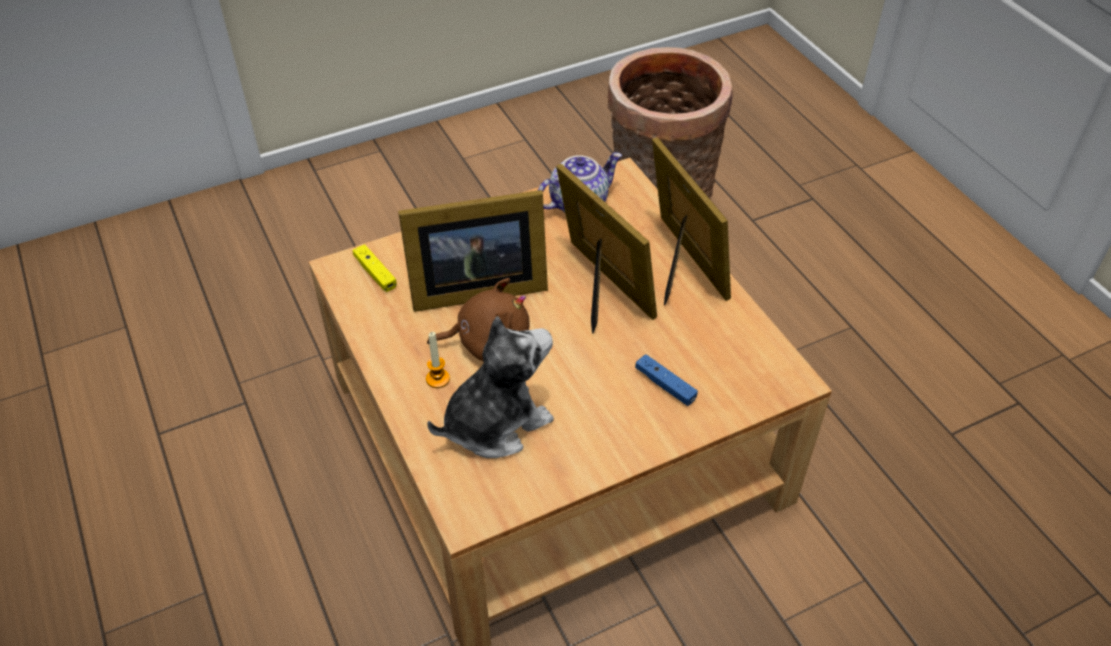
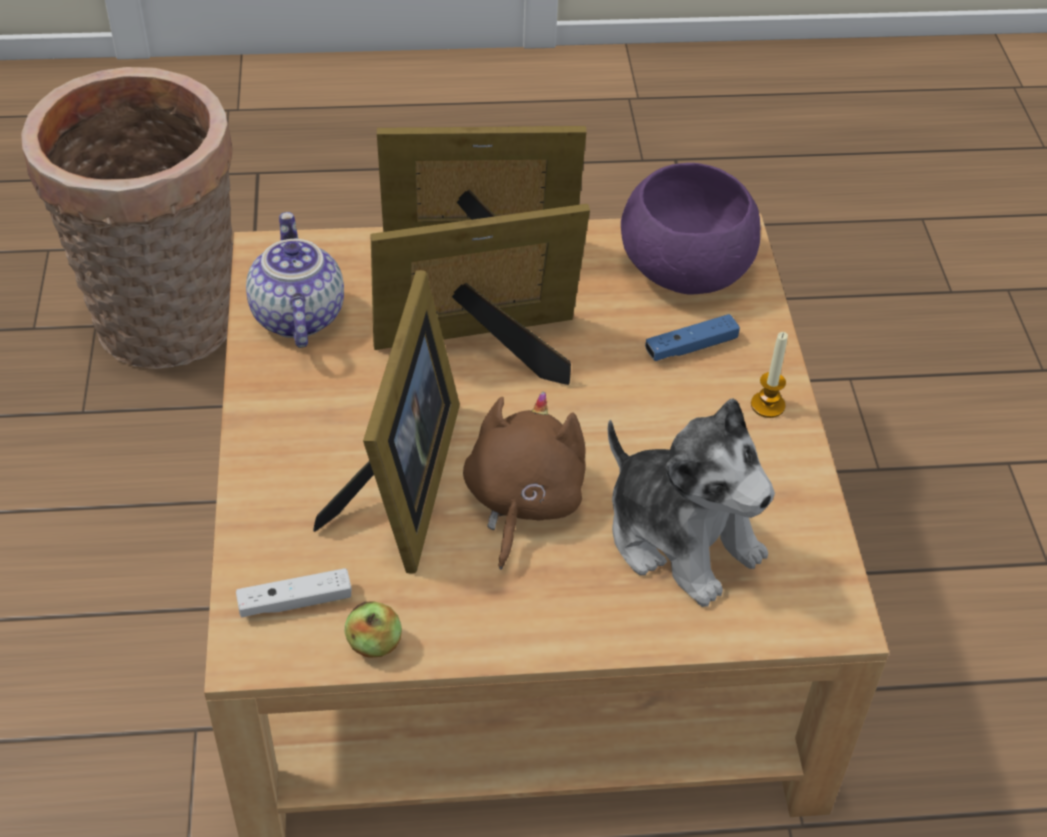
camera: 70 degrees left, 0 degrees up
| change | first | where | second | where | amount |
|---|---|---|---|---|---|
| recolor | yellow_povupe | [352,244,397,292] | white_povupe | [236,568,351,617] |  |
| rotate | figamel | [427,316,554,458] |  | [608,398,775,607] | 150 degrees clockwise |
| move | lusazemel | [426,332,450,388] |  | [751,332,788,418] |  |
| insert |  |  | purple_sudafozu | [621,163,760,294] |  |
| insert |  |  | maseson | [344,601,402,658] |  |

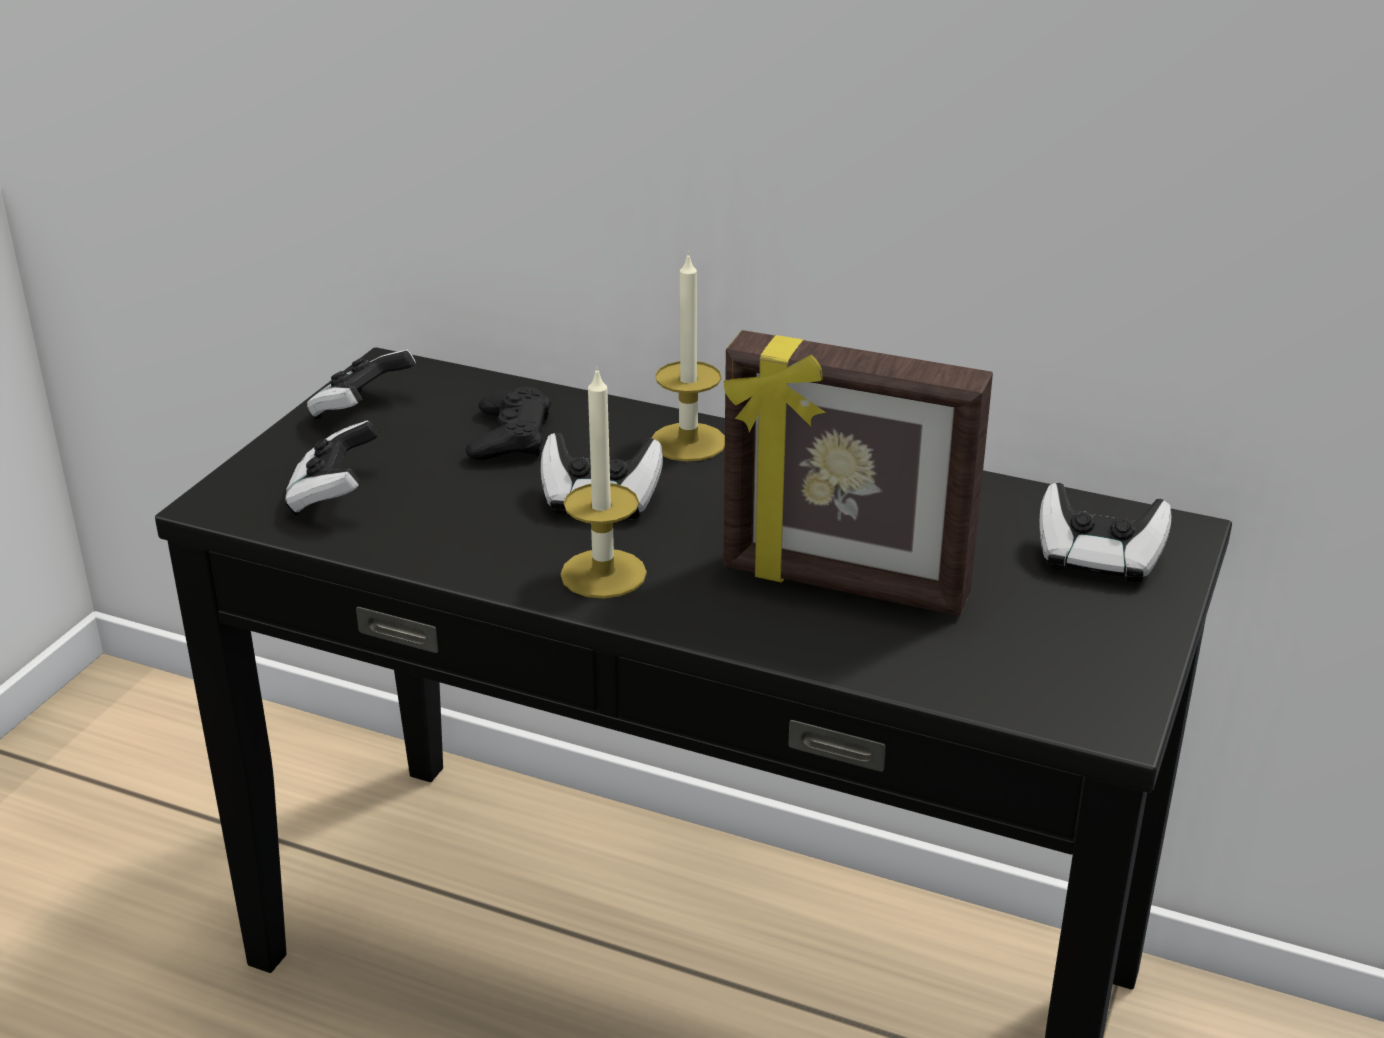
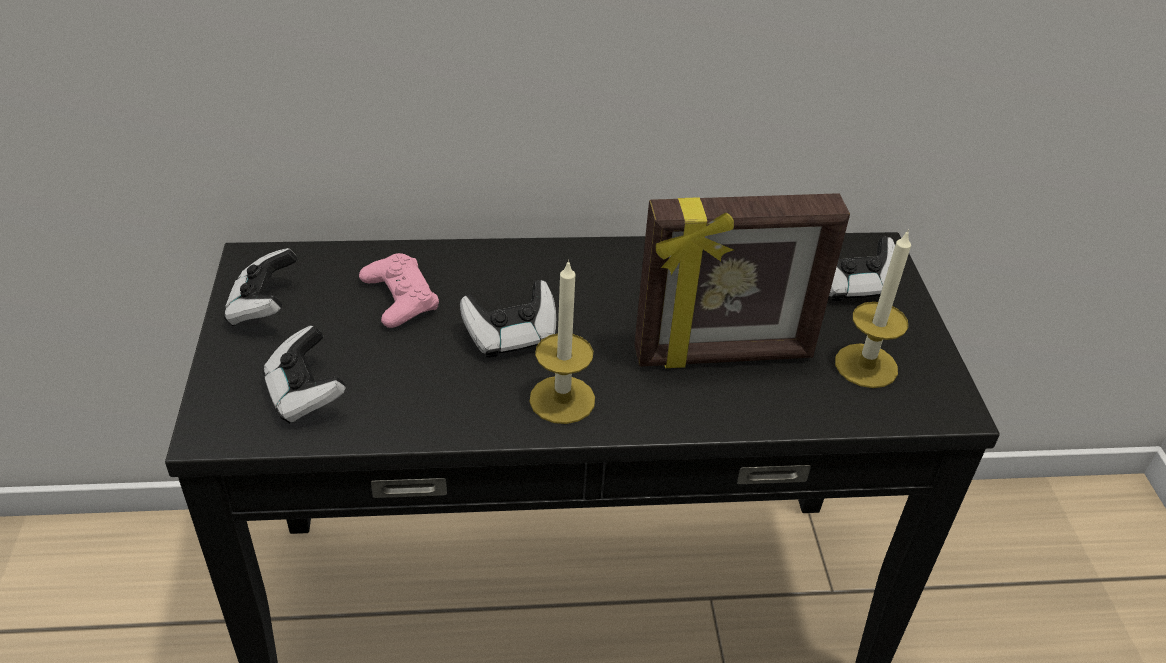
camera: 30 degrees left, 10 degrees up
| change | first | where | second | where | amount |
|---|---|---|---|---|---|
| move | lusazemel | [652,252,725,462] |  | [835,229,911,388] |  |
| recolor | black_povupe | [466,387,551,460] | pink_povupe | [359,253,439,328] |  |

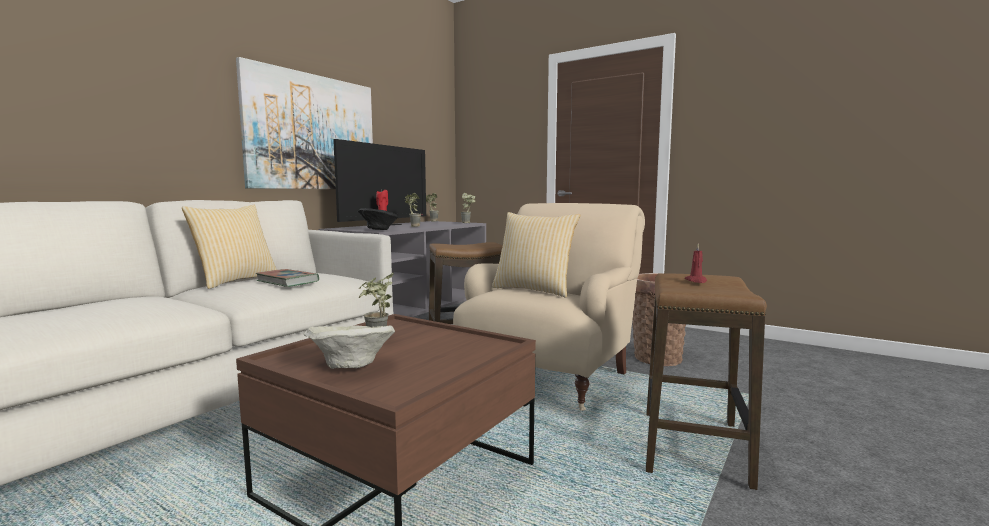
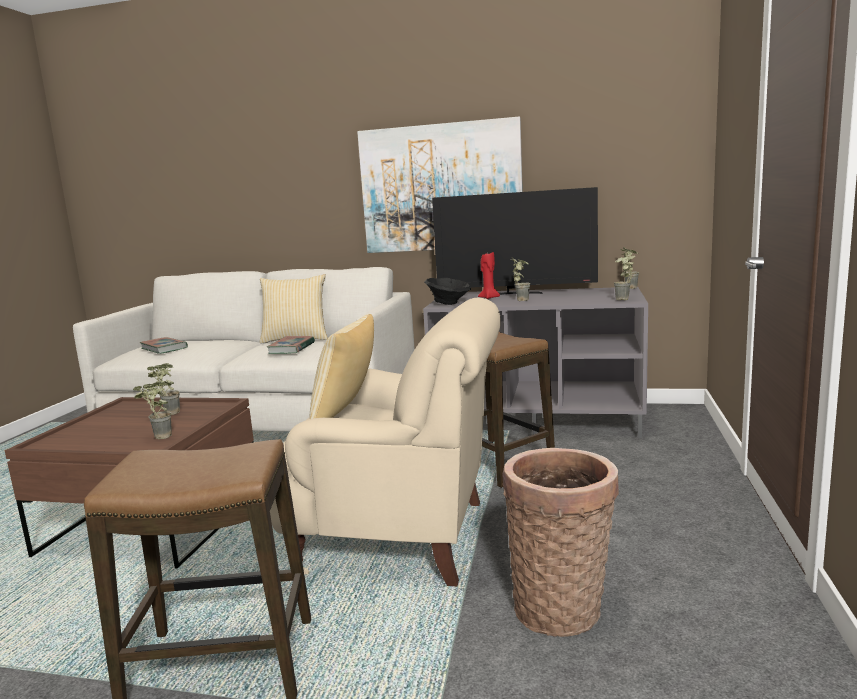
camera: 70 degrees right, 5 degrees up
| change | first | where | second | where | amount |
|---|---|---|---|---|---|
| delete | red_lusazemel | [685,243,707,283] |  |  |  |
| delete | beige_sudafozu | [304,326,395,369] |  |  |  |
| insert |  |  | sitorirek | [139,337,188,354] |  |
| insert |  |  | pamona | [133,381,172,439] |  |

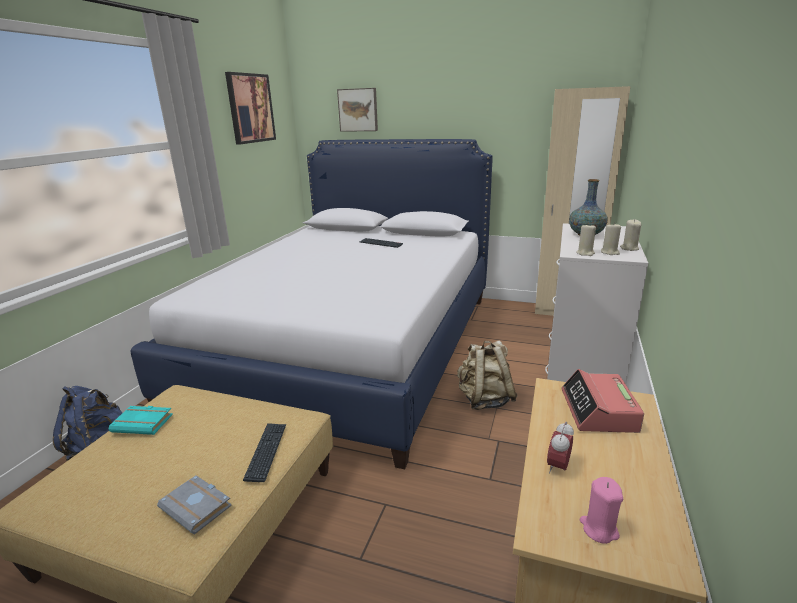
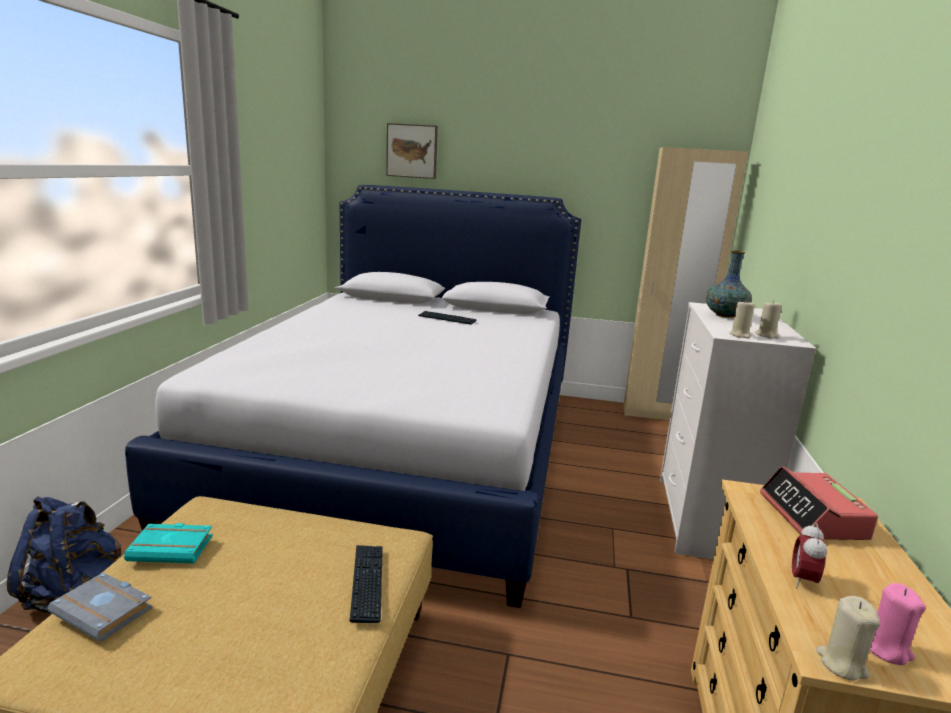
camera: 10 degrees left, 5 degrees down
| change | first | where | second | where | amount |
|---|---|---|---|---|---|
| delete | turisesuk | [225,72,276,145] |  |  |  |
| move | beige_lusazemel | [620,219,642,251] |  | [816,596,880,681] |  |
| delete | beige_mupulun | [457,340,518,410] |  |  |  |
| move | grey_sitorirek | [157,475,232,534] |  | [47,572,153,642] |  |

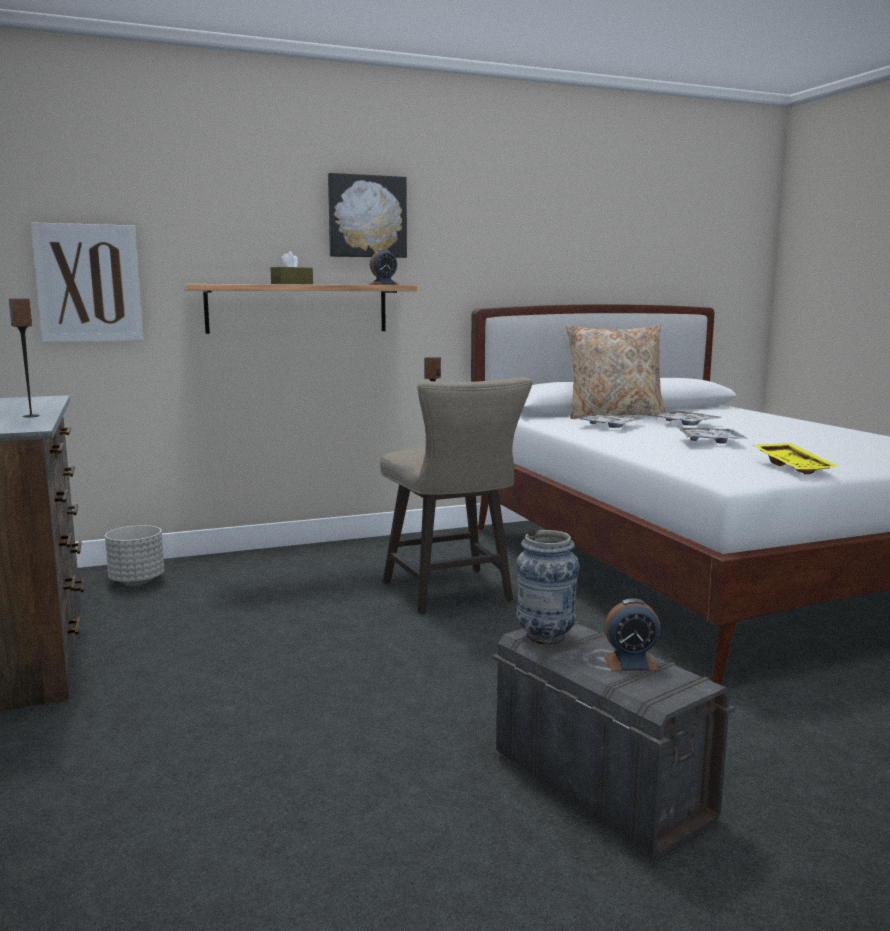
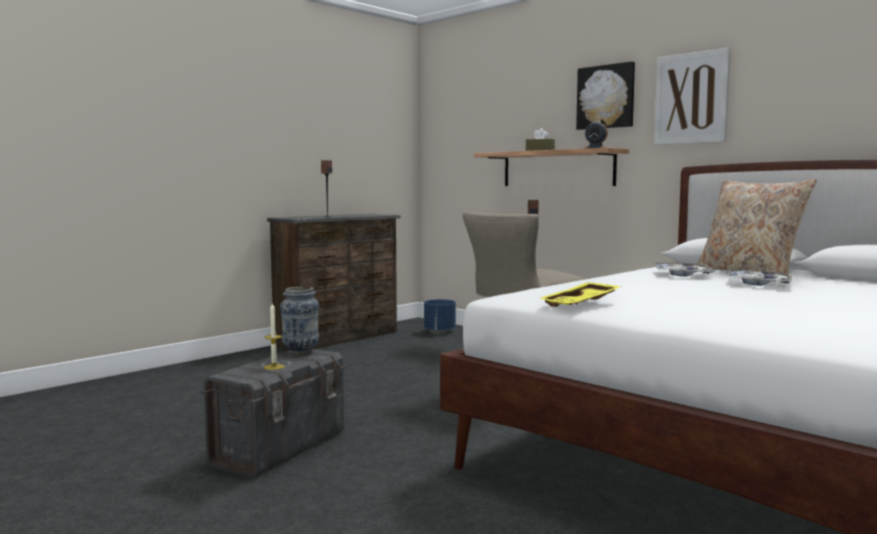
camera: 65 degrees right, 5 degrees down
| change | first | where | second | where | amount |
|---|---|---|---|---|---|
| move | turisesuk | [31,222,143,342] |  | [654,48,730,145] |  |
| delete | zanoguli | [677,427,748,444] |  |  |  |
| recolor | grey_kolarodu | [105,525,164,585] | blue_kolarodu | [424,299,456,333] |  |
| replace | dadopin | [603,598,660,671] | lusazemel | [264,303,284,370] |  |

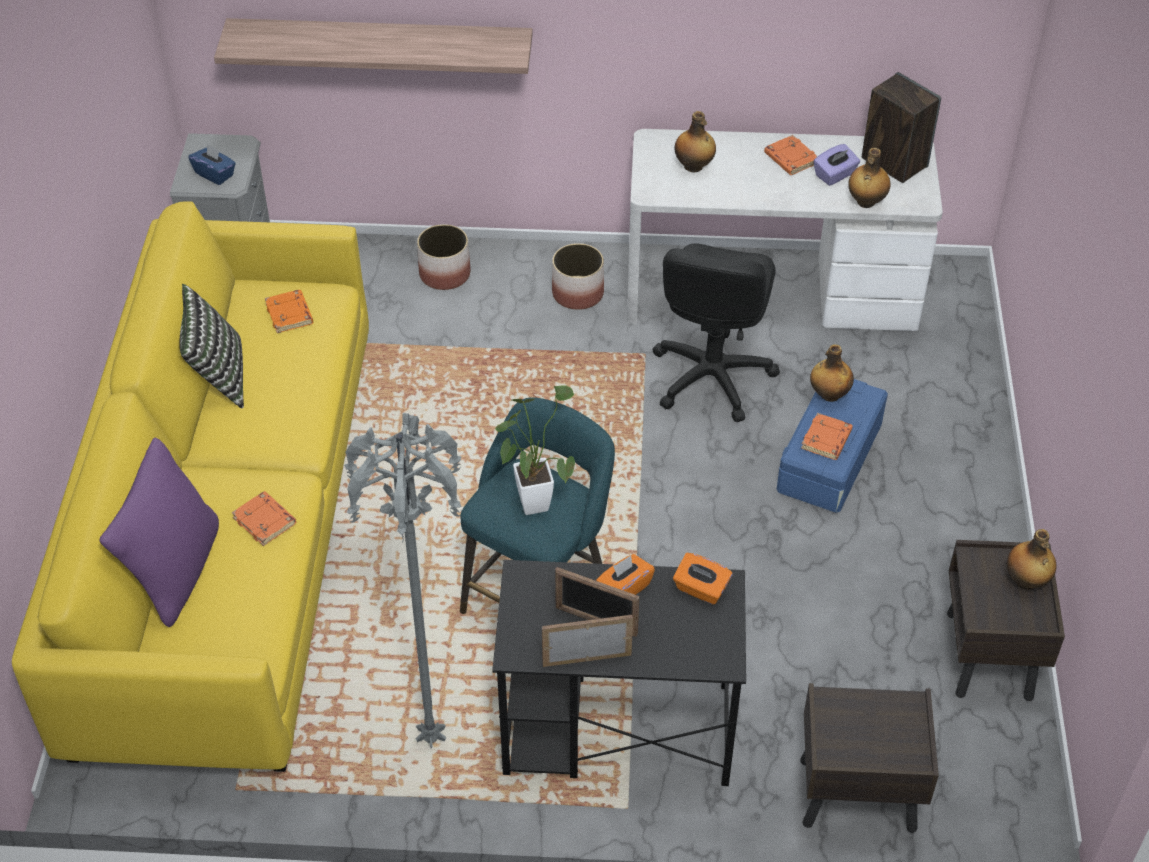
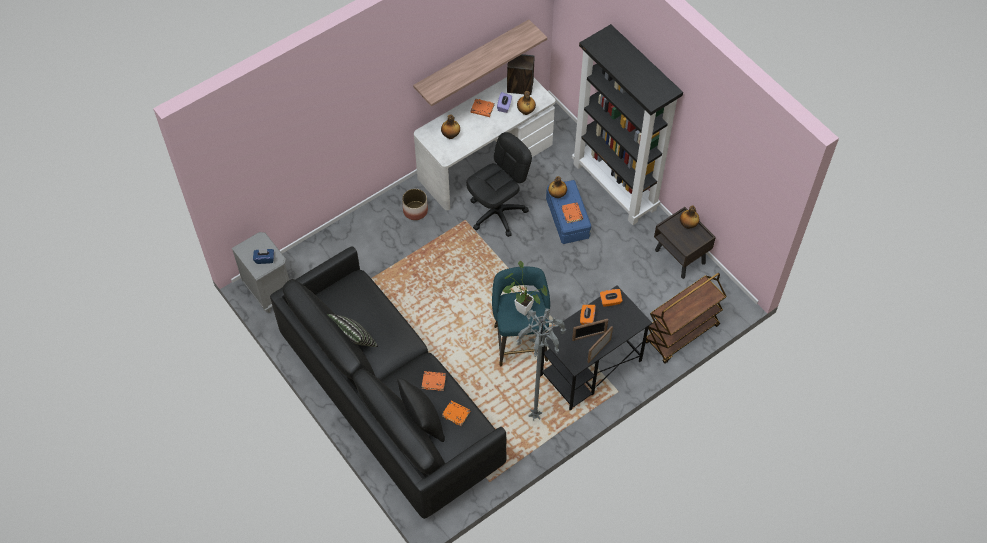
camera: 40 degrees left, 10 degrees up
| change | first | where | second | where | amount |
|---|---|---|---|---|---|
| move | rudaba | [214,18,533,74] |  | [413,19,547,106] |  |
| recolor | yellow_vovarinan | [12,201,369,772] | black_vovarinan | [270,246,507,519] |  |
| delete | kolarodu | [417,224,470,290] |  |  |  |
| rotate | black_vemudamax | [652,243,780,422] |  | [466,132,532,237] | 105 degrees counterclockwise |
| move | orange_sitorirek | [265,290,313,333] |  | [442,400,471,426] |  |
| recolor | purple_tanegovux | [100,438,219,627] | black_tanegovux | [397,378,445,442] |  |
| replace | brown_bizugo | [800,683,939,833] | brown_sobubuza | [646,273,727,364] |  |
| insert |  |  | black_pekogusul | [572,24,683,225] |  |

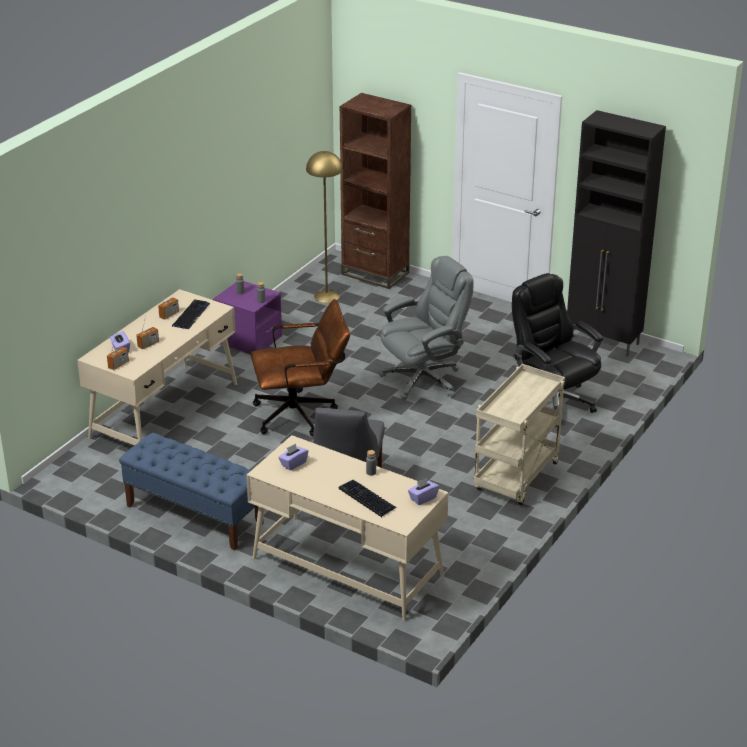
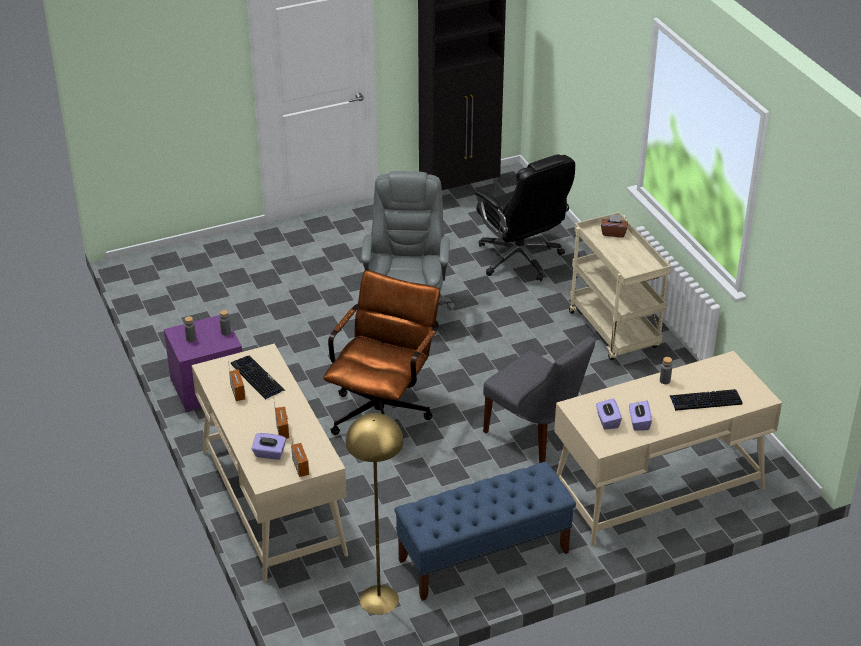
camera: 55 degrees left, 5 degrees up
| change | first | where | second | where | amount |
|---|---|---|---|---|---|
| delete | brown_pekogusul | [340,93,412,289] |  |  |  |
| move | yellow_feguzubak | [306,151,343,303] |  | [345,413,404,615] |  |
| rotate | black_vemudamax | [512,273,603,427] |  | [475,154,575,281] | 120 degrees counterclockwise |
| move | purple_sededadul | [408,478,439,505] |  | [629,400,652,431] |  |
| insert |  |  | brown_sededadul | [601,214,628,238] |  |

